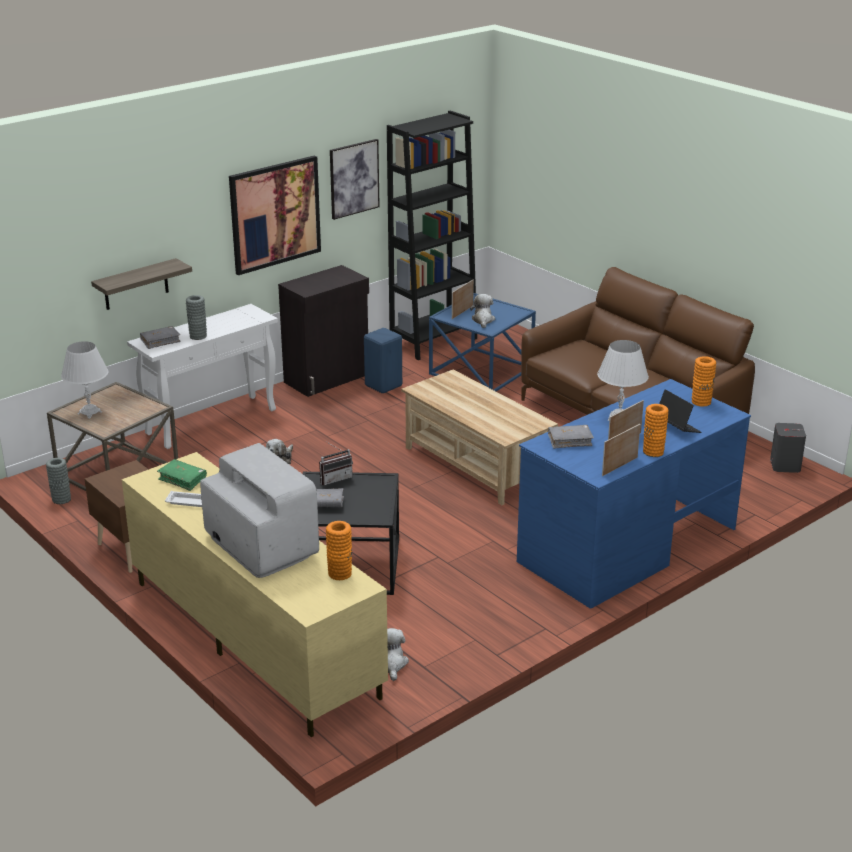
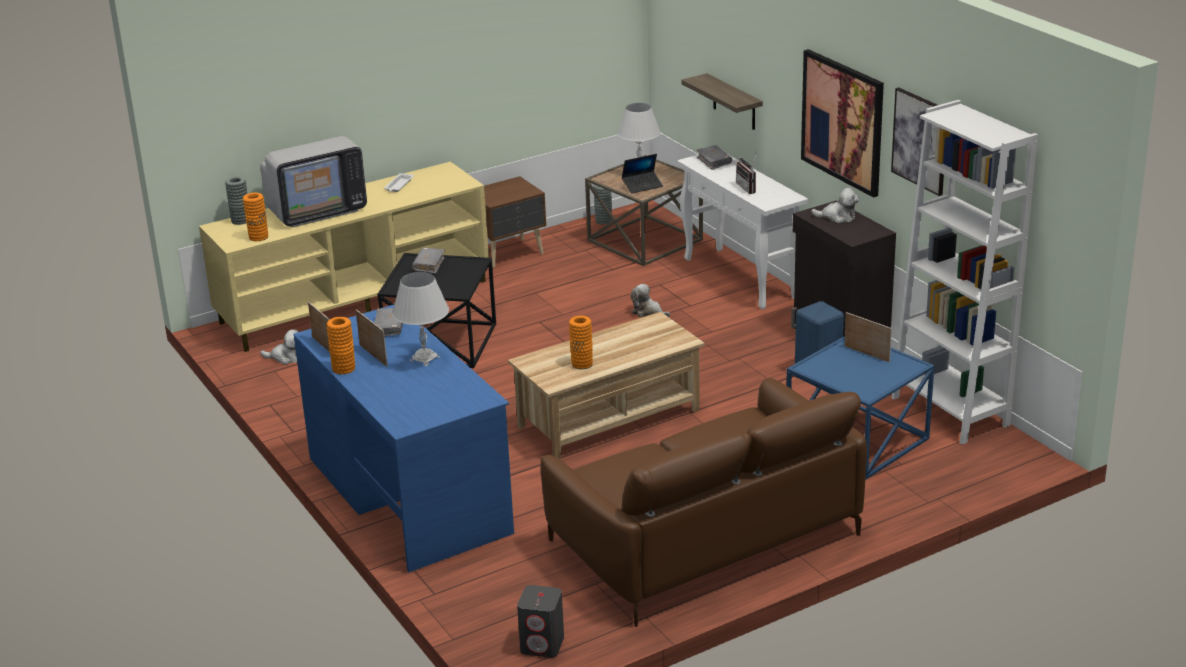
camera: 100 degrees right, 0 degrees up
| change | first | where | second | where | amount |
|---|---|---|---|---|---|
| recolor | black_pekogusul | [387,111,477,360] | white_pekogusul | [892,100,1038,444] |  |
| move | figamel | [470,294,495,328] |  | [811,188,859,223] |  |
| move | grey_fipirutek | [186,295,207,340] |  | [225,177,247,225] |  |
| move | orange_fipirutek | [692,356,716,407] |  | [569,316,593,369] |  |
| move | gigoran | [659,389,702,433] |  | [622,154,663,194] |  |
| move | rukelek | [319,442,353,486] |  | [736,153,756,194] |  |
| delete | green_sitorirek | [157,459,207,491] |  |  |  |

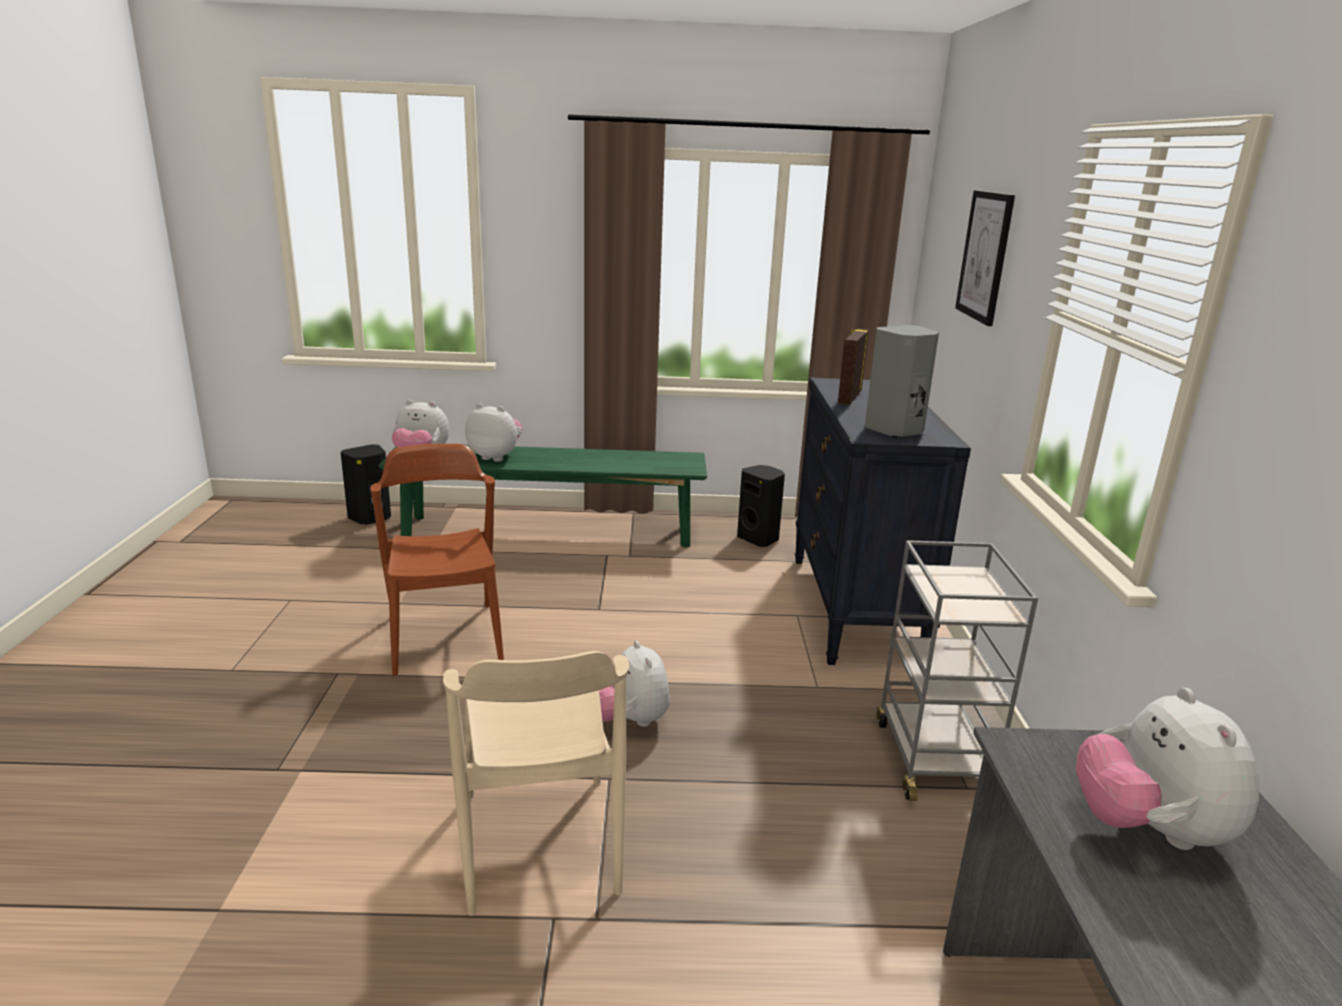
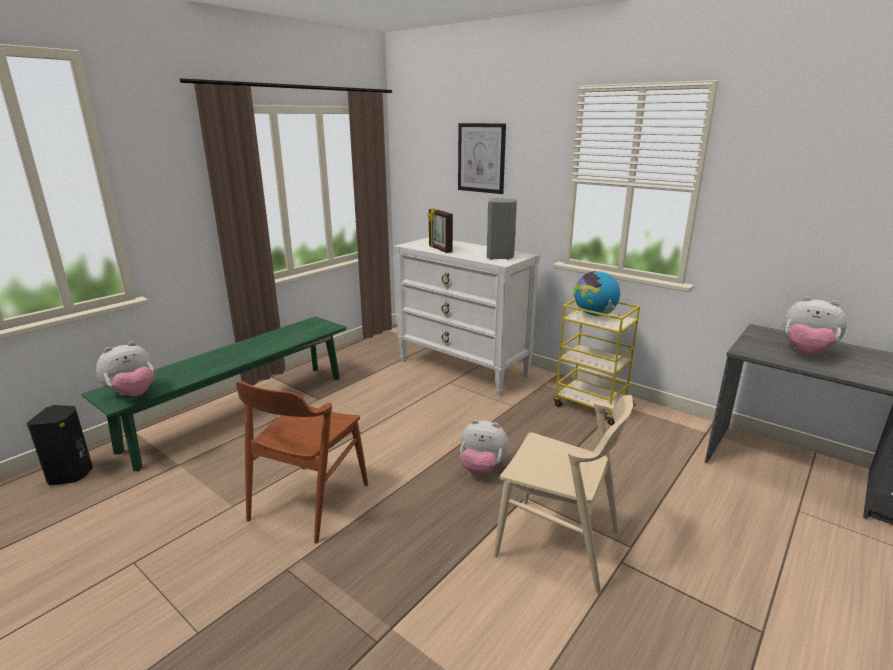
camera: 50 degrees left, 0 degrees up
| change | first | where | second | where | amount |
|---|---|---|---|---|---|
| recolor | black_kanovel | [795,377,971,665] | white_kanovel | [394,237,540,396] |  |
| delete | figamel | [465,403,522,462] |  |  |  |
| rotate | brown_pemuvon | [371,444,504,676] |  | [236,381,368,544] | 90 degrees counterclockwise |
| delete | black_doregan | [737,465,785,547] |  |  |  |
| recolor | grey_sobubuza | [877,540,1038,801] | yellow_sobubuza | [554,299,640,425] |  |
| insert |  |  | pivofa | [574,271,620,316] |  |

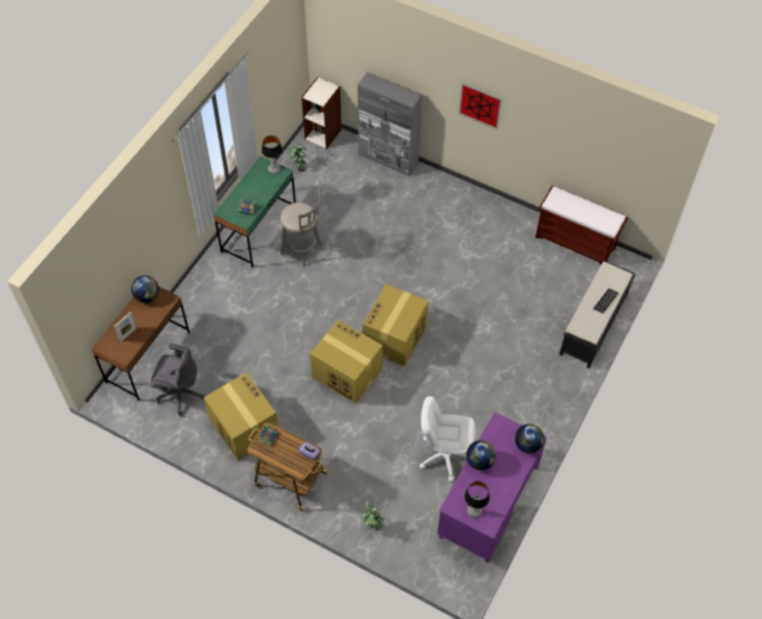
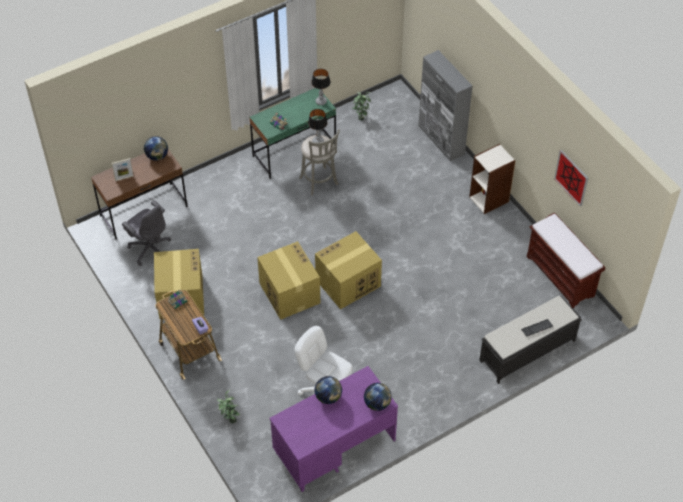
camera: 30 degrees right, 5 degrees down
| change | first | where | second | where | amount |
|---|---|---|---|---|---|
| move | pekogusul | [302,77,342,149] |  | [469,144,515,214] |  |
| move | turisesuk | [459,83,502,129] |  | [554,150,588,206] |  |
| move | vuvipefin | [465,481,490,518] |  | [308,109,328,143] |  |

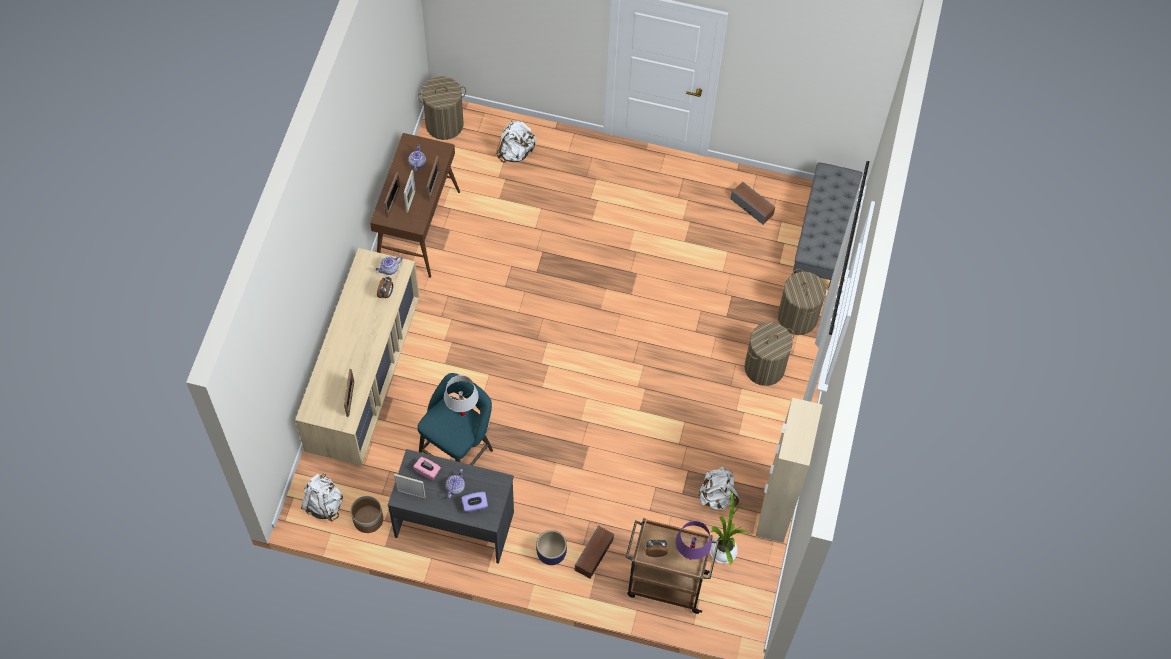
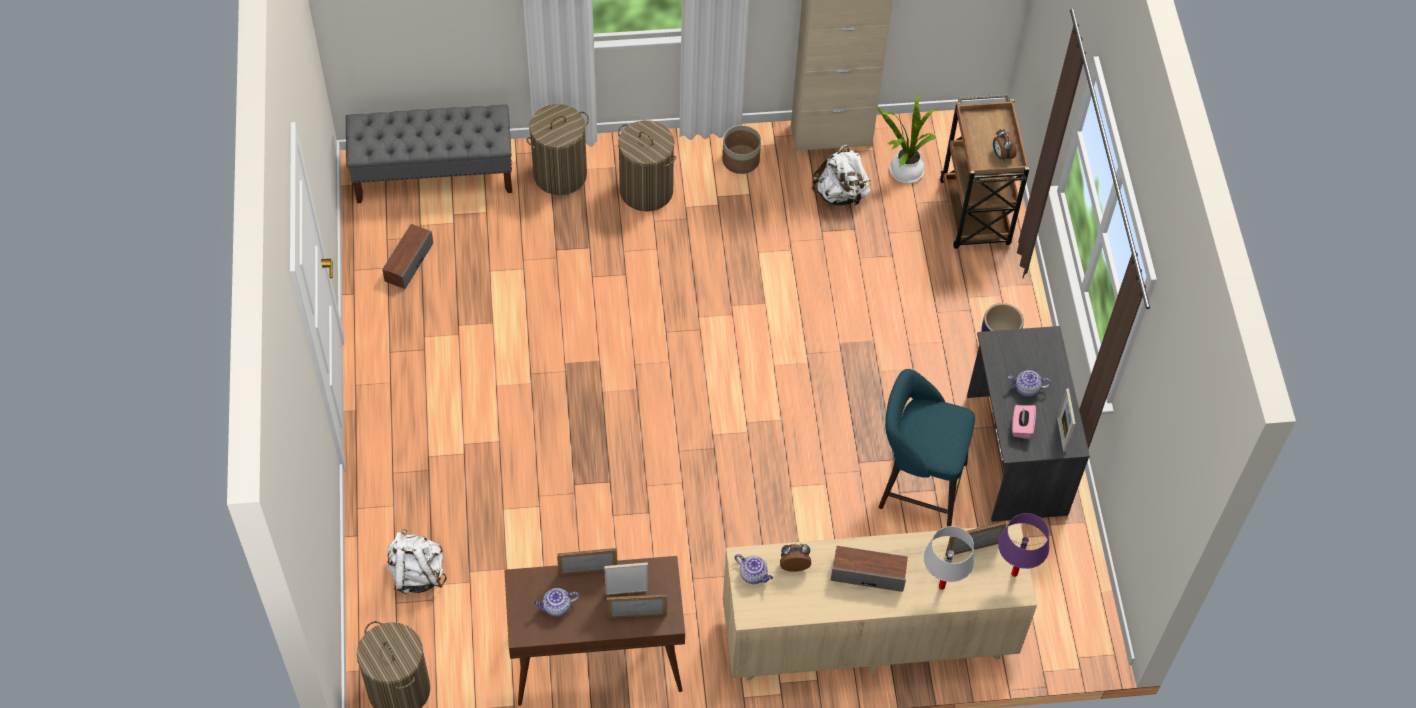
camera: 110 degrees left, 5 degrees down
| change | first | where | second | where | amount |
|---|---|---|---|---|---|
| move | white_vuvipefin | [444,375,478,416] |  | [923,526,975,590] |  |
| delete | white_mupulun | [301,474,343,522] |  |  |  |
| delete | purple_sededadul | [461,492,488,512] |  |  |  |
| move | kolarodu | [351,496,383,533] |  | [722,125,761,174] |  |
| move | purple_vuvipefin | [675,521,712,560] |  | [998,513,1050,577] |  |
| move | doregan | [575,525,614,579] |  | [831,546,908,592] |  |

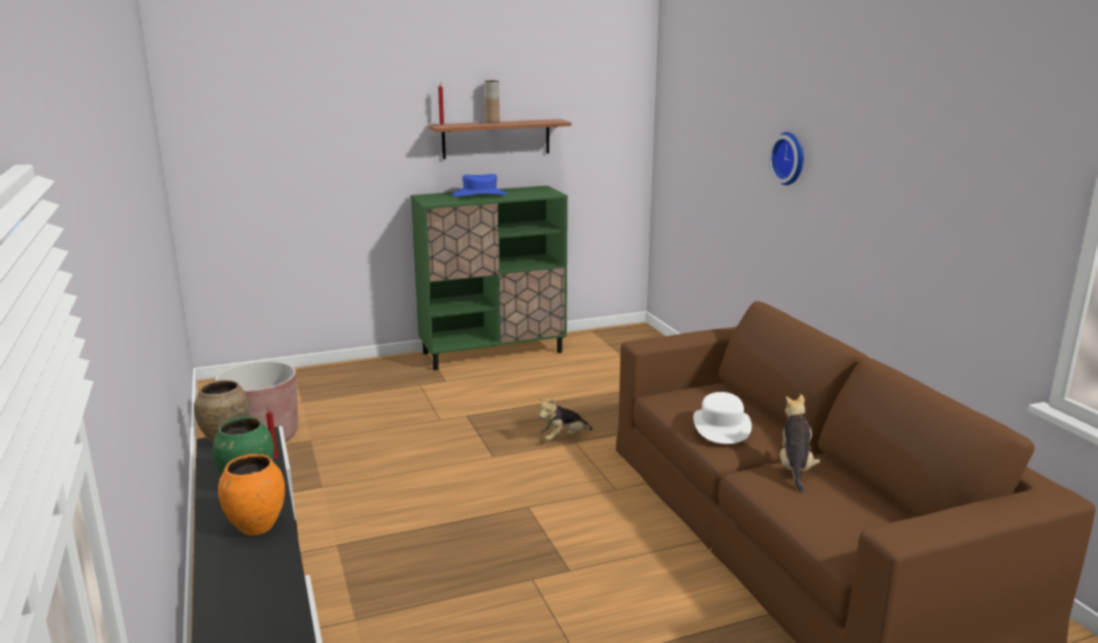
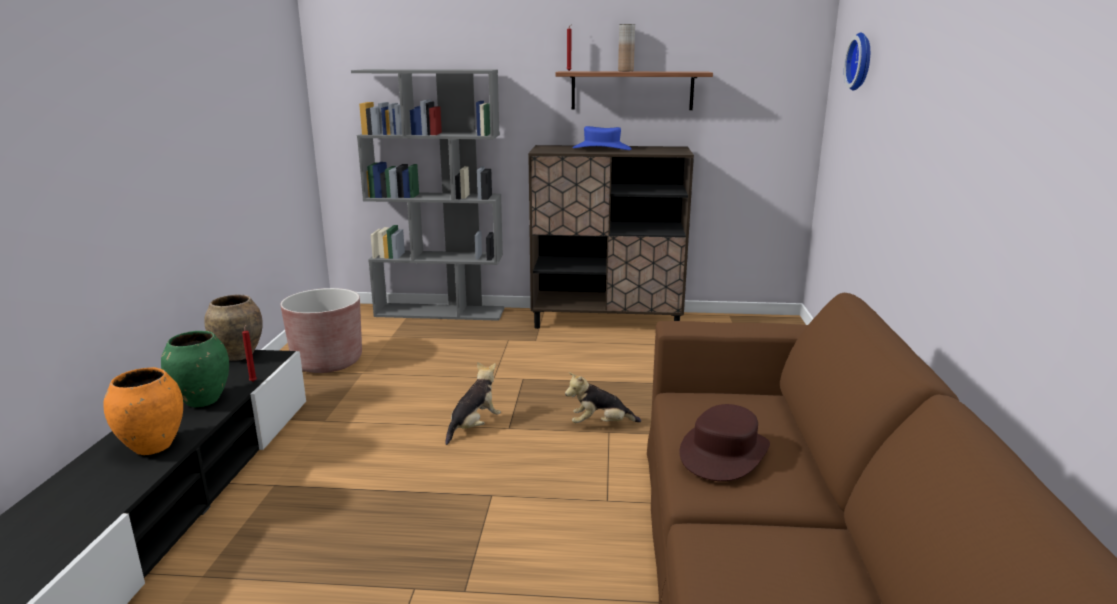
camera: 25 degrees right, 0 degrees up
| change | first | where | second | where | amount |
|---|---|---|---|---|---|
| move | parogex | [769,132,804,185] |  | [844,32,870,91] |  |
| recolor | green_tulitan | [411,186,568,370] | brown_tulitan | [528,145,694,329] |  |
| recolor | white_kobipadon | [693,392,752,444] | brown_kobipadon | [679,404,770,481] |  |
| move | figamel | [780,394,820,493] |  | [445,362,501,445] |  |
| insert |  |  | grey_pekogusul | [351,69,504,321] |  |

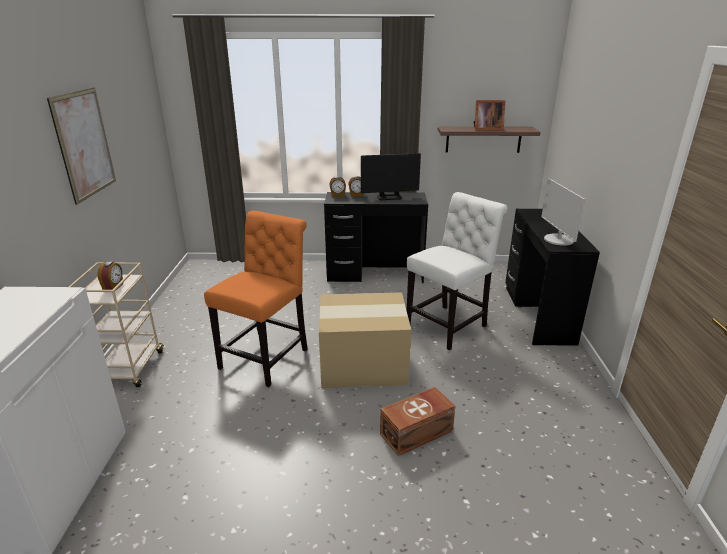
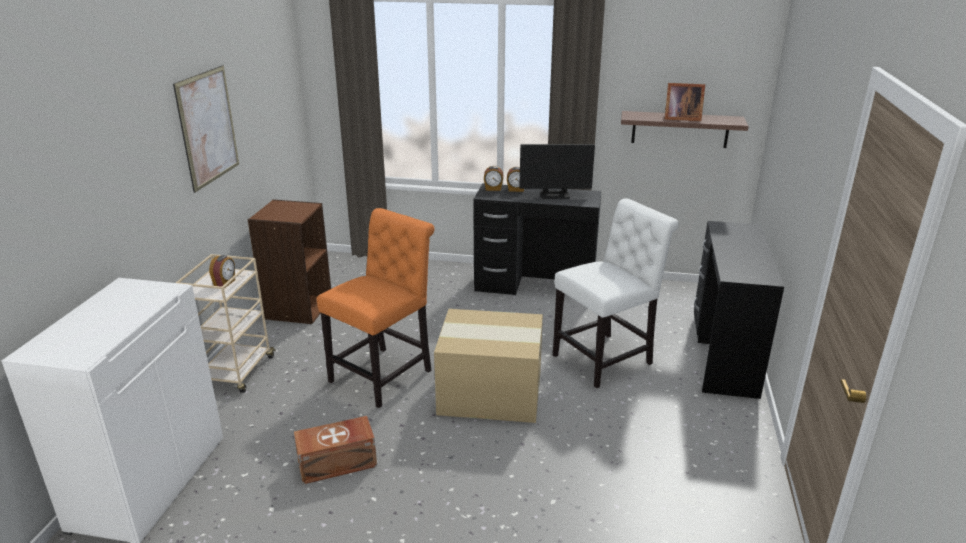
camera: 10 degrees right, 0 degrees up
| change | first | where | second | where | amount |
|---|---|---|---|---|---|
| delete | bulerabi | [541,178,585,246] |  |  |  |
| move | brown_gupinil | [380,387,455,456] |  | [294,416,377,484] |  |
| insert |  |  | brown_pekogusul | [248,199,331,324] |  |

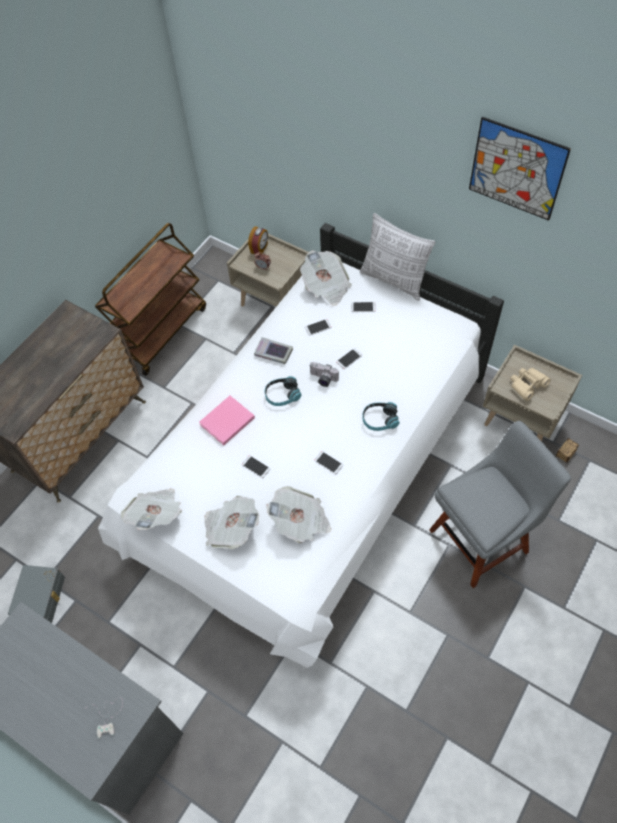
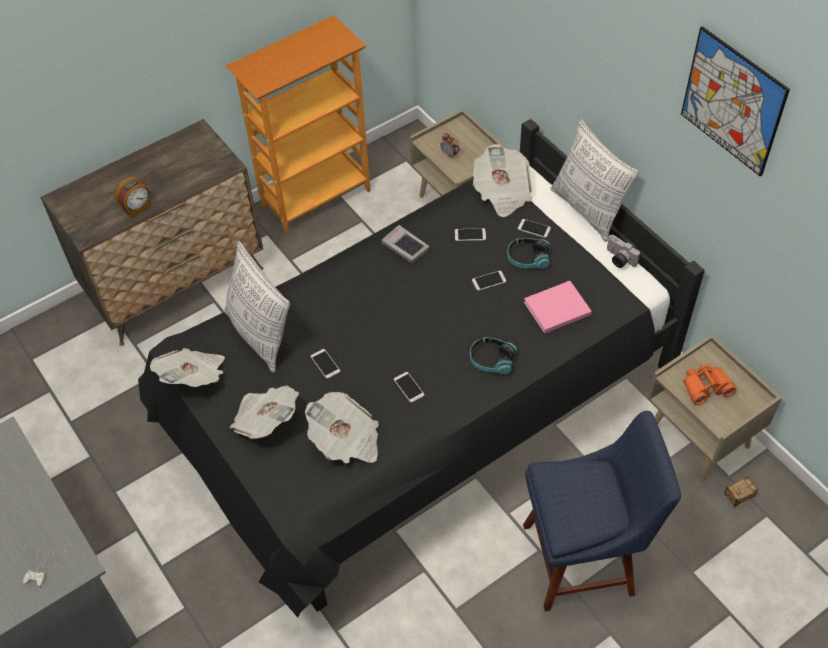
camera: 20 degrees right, 5 degrees down
| change | first | where | second | where | amount |
|---|---|---|---|---|---|
| replace | brown_sobubuza | [95,223,206,376] | pekogusul | [226,15,370,236] |  |
| recolor | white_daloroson | [98,223,504,668] | black_daloroson | [138,119,705,617] |  |
| move | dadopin | [248,226,268,254] |  | [115,177,151,218] |  |
| move | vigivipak | [309,362,339,387] |  | [607,235,640,268] |  |
| recolor | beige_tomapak | [510,368,551,401] | orange_tomapak | [683,364,737,405] |  |
| move | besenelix | [265,376,302,406] |  | [507,238,550,269] |  |
| move | pink_sitorirek | [199,396,255,445] |  | [524,281,592,334] |  |
| recolor | grey_pemuvon | [429,421,571,588] | blue_pemuvon | [523,411,681,611] |  |
| delete | grey_gupinil | [8,565,65,623] |  |  |  |
| insert |  |  | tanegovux | [224,241,290,373] |  |

